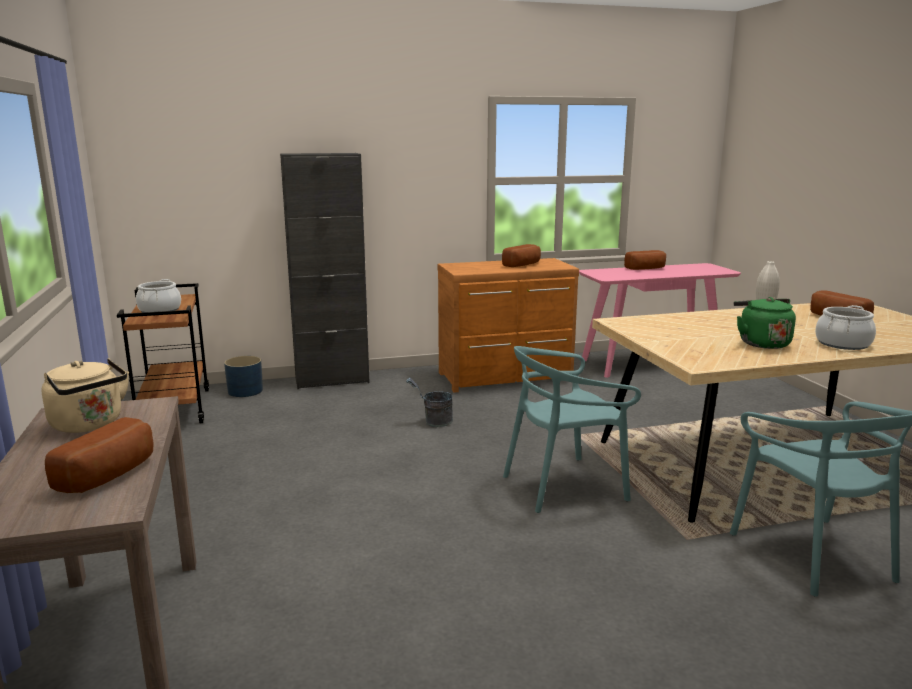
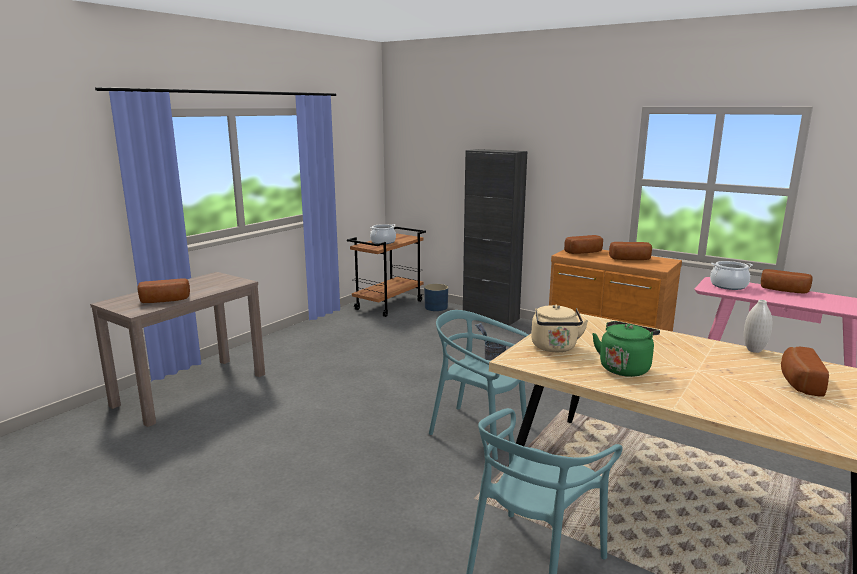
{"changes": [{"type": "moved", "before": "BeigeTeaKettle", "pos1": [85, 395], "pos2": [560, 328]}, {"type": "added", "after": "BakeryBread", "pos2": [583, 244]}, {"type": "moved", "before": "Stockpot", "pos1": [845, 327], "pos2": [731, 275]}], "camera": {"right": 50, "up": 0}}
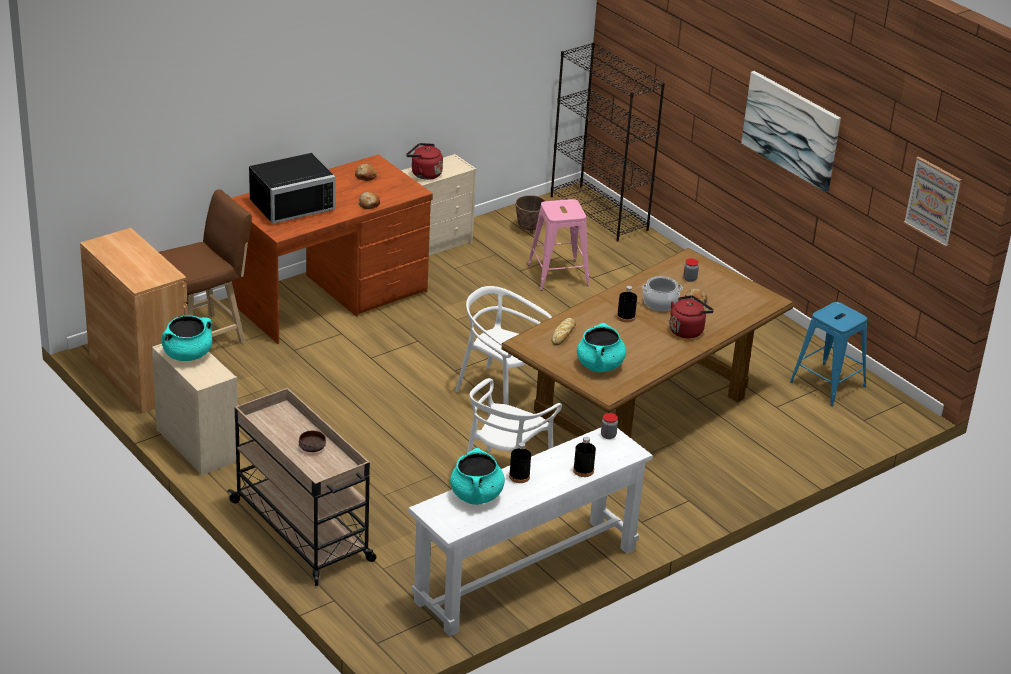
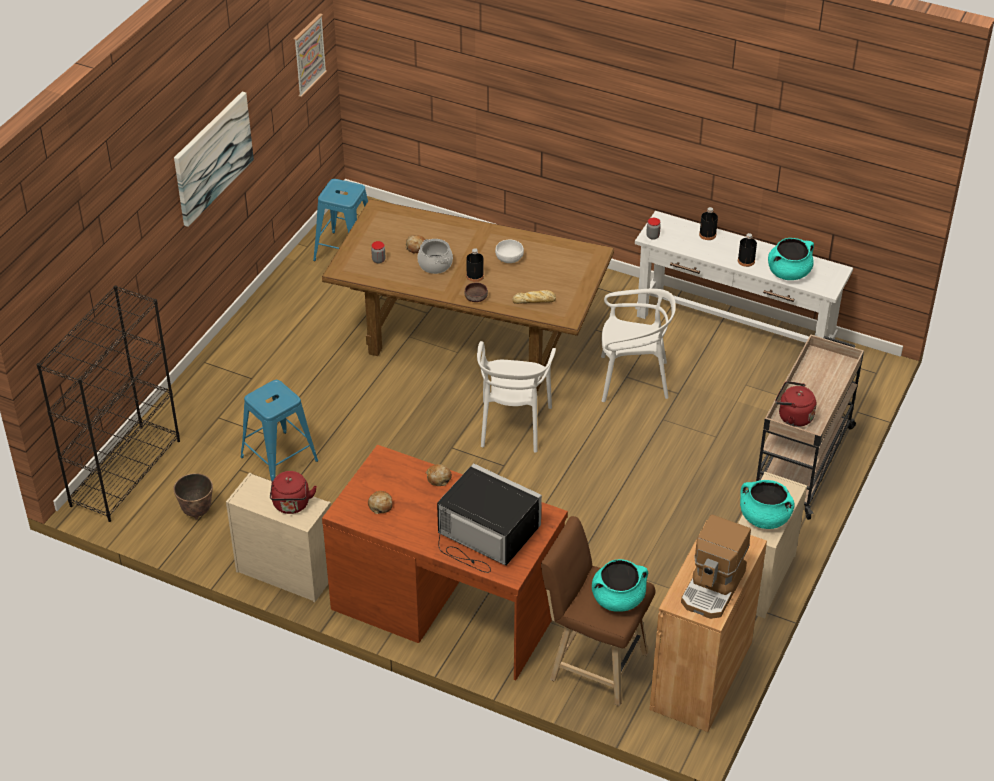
{"changes": [{"type": "recoloured", "before": "PinkishStool", "after": "BlueStool", "pos1": [559, 244], "pos2": [279, 430]}, {"type": "moved", "before": "BrownColouredServingBowl", "pos1": [312, 441], "pos2": [476, 292]}, {"type": "added", "after": "WhitishServingBowl", "pos2": [509, 251]}, {"type": "moved", "before": "BlueGreenStockpot", "pos1": [601, 347], "pos2": [620, 585]}, {"type": "added", "after": "CoffeeBrewer", "pos2": [716, 567]}, {"type": "moved", "before": "ReddishTeaKettle", "pos1": [692, 316], "pos2": [795, 404]}], "camera": {"right": -115, "up": 10}}
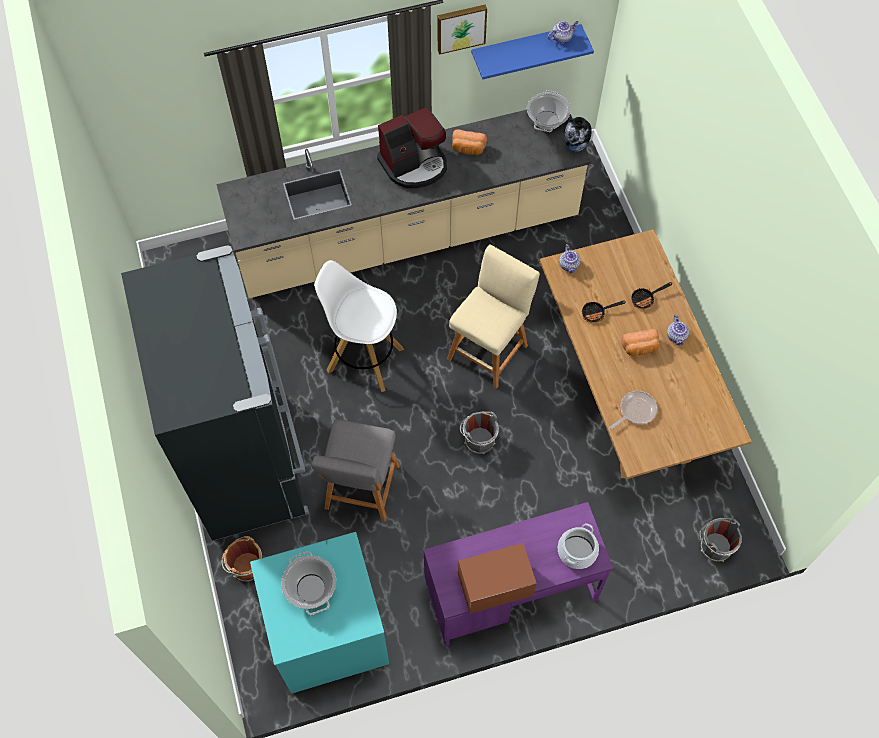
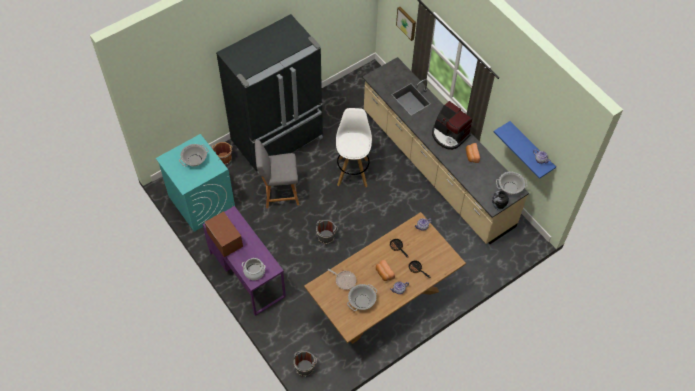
{"changes": [{"type": "added", "after": "Stockpot", "pos2": [362, 297]}, {"type": "moved", "before": "WallPicture", "pos1": [462, 30], "pos2": [406, 24]}, {"type": "removed", "before": "BeigeStool", "pos1": [493, 317]}], "camera": {"right": 70, "up": -5}}
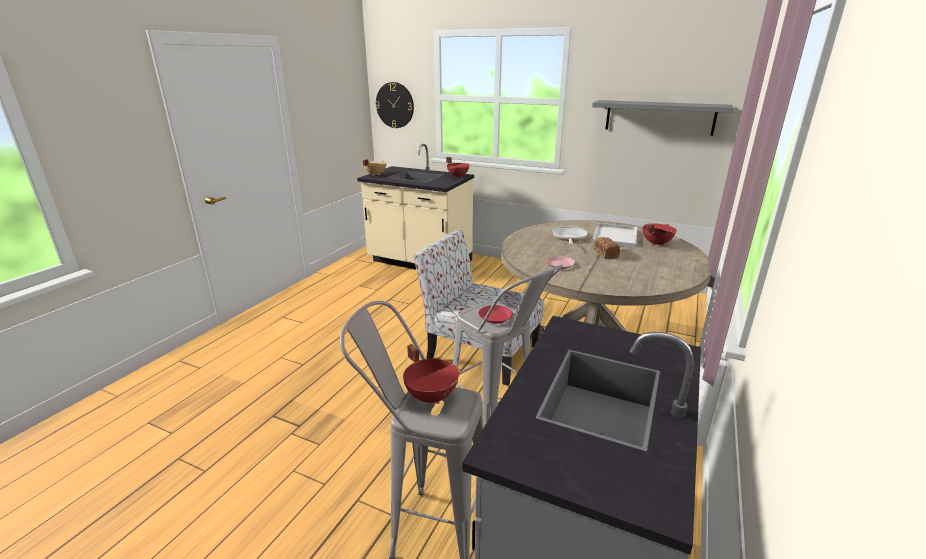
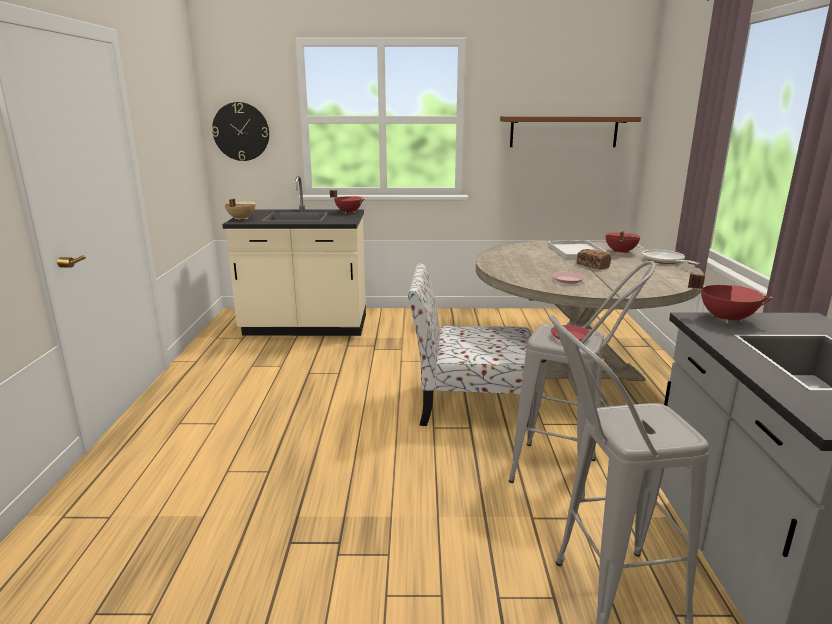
{"changes": [{"type": "recoloured", "before": "GrayShelf", "after": "BrownColouredShelf", "pos1": [662, 118], "pos2": [570, 131]}, {"type": "moved", "before": "FryingPan", "pos1": [569, 235], "pos2": [671, 257]}, {"type": "moved", "before": "ReddishStockpot", "pos1": [431, 374], "pos2": [730, 298]}], "camera": {"right": -25, "up": -5}}
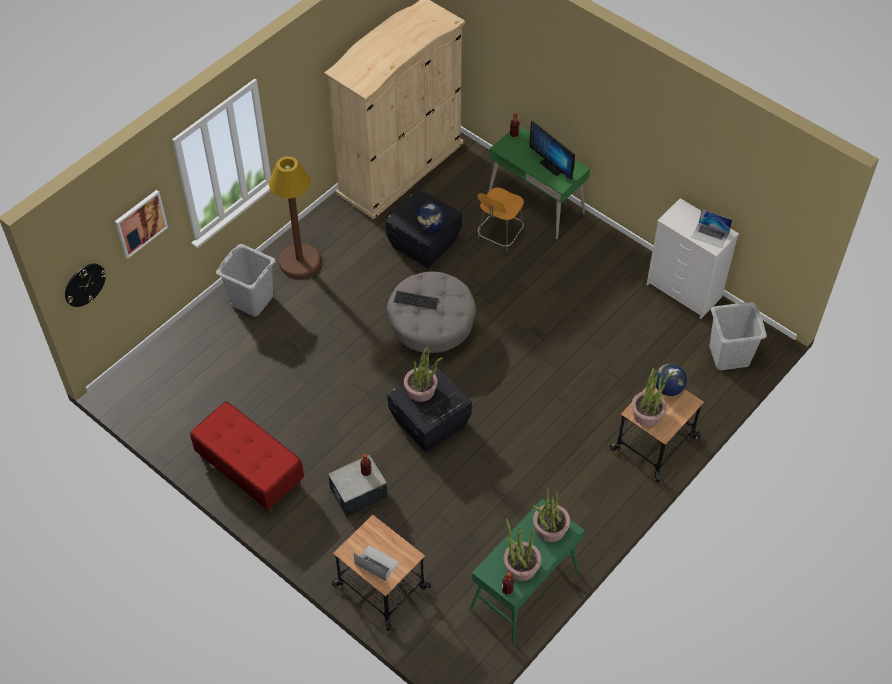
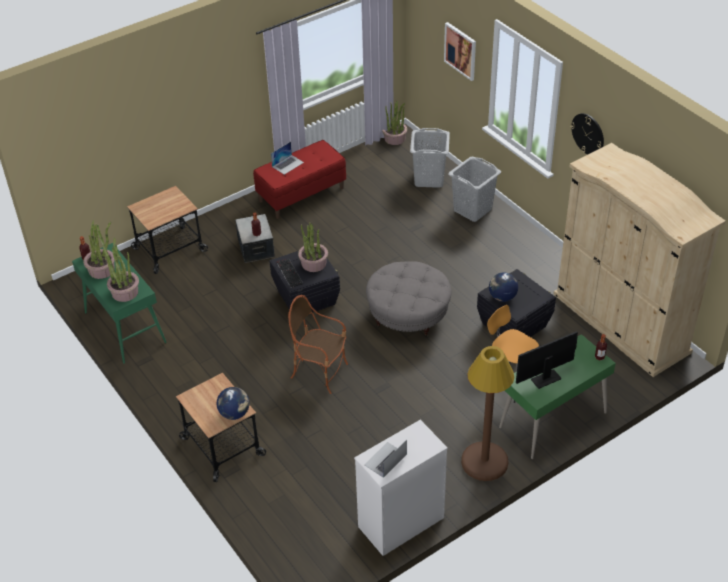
{"changes": [{"type": "moved", "before": "Laptop", "pos1": [376, 563], "pos2": [287, 158]}, {"type": "added", "after": "EasyChair", "pos2": [318, 344]}, {"type": "moved", "before": "PlantInAPot", "pos1": [653, 397], "pos2": [394, 123]}, {"type": "moved", "before": "GrayWashingBasket", "pos1": [738, 336], "pos2": [430, 158]}, {"type": "moved", "before": "BrownColouredStandingLamp", "pos1": [295, 217], "pos2": [487, 413]}, {"type": "moved", "before": "HangingClock", "pos1": [85, 285], "pos2": [587, 133]}, {"type": "removed", "before": "ComputerKeyboard", "pos1": [416, 300]}], "camera": {"right": 105, "up": -10}}
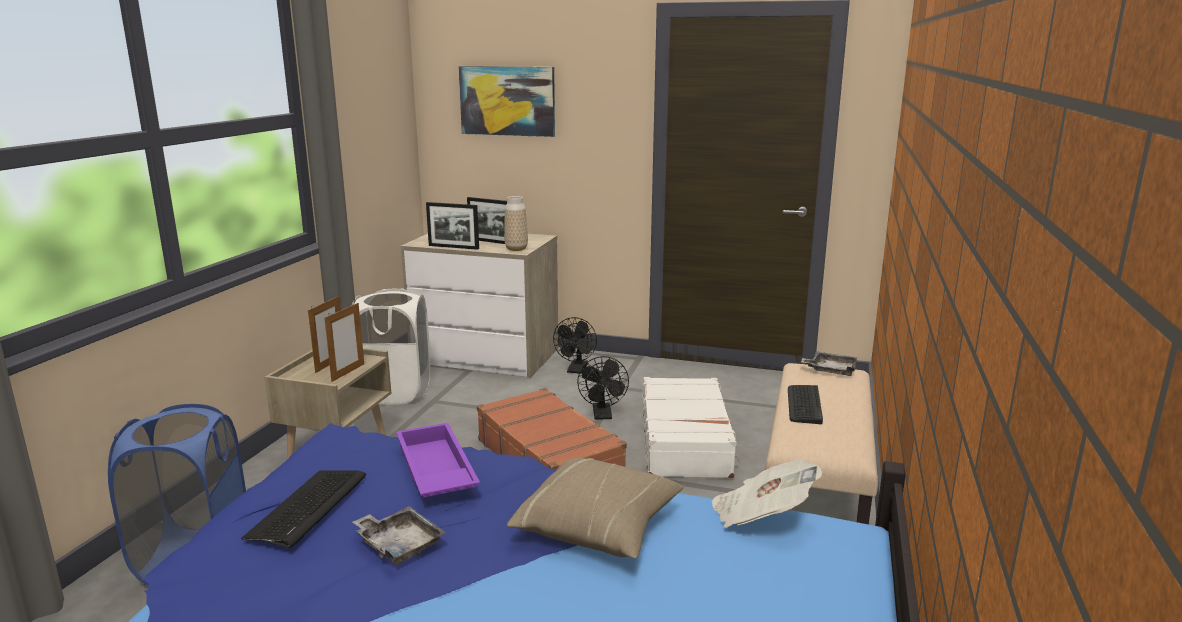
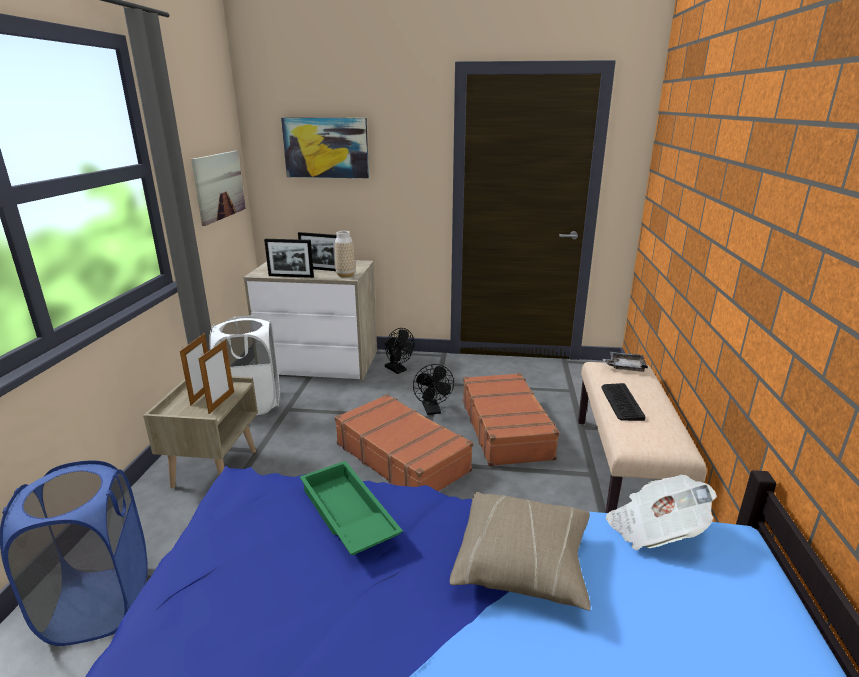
{"changes": [{"type": "added", "after": "WallPicture", "pos2": [218, 188]}, {"type": "recoloured", "before": "PurpleColouredServingTray", "after": "GreenServingTray", "pos1": [438, 460], "pos2": [351, 508]}, {"type": "turned", "before": "BlackishElectricFan", "pos1": [575, 345], "pos2": [399, 351], "turn": -45}, {"type": "recoloured", "before": "WhitishTravelCase", "after": "BrownColouredTravelCase", "pos1": [691, 427], "pos2": [511, 419]}, {"type": "removed", "before": "ComputerKeyboard", "pos1": [303, 509]}, {"type": "removed", "before": "GrayServingTray", "pos1": [399, 535]}], "camera": {"right": -10, "up": 5}}
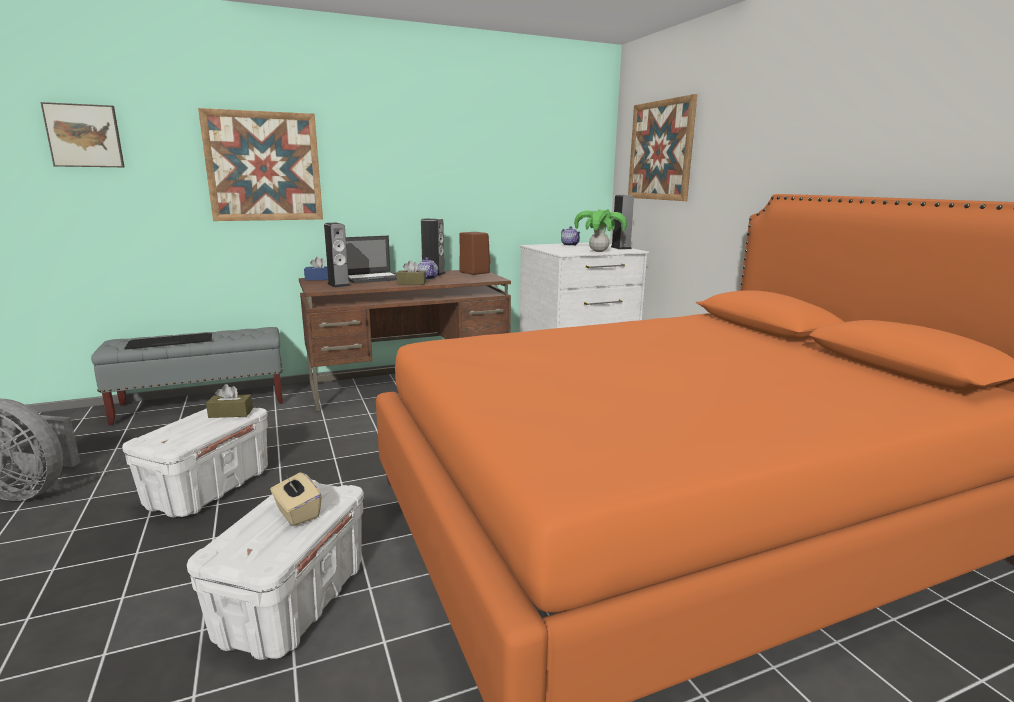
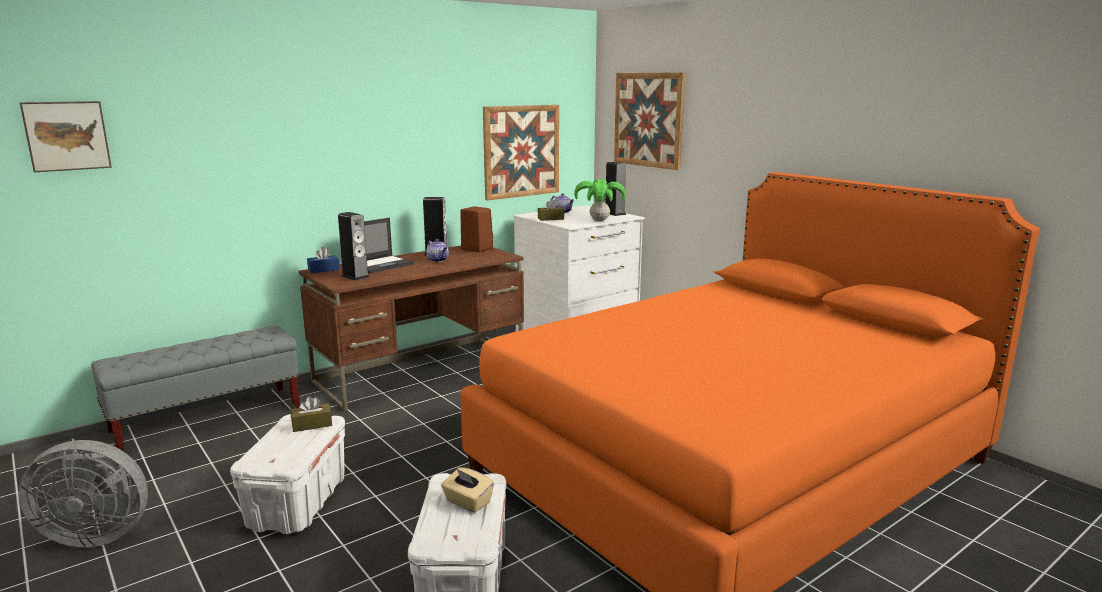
{"changes": [{"type": "moved", "before": "WallPicture", "pos1": [260, 164], "pos2": [521, 152]}, {"type": "moved", "before": "BrownColouredTissueHolder", "pos1": [411, 272], "pos2": [551, 209]}, {"type": "removed", "before": "ComputerKeyboard", "pos1": [168, 341]}], "camera": {"right": -15, "up": 0}}
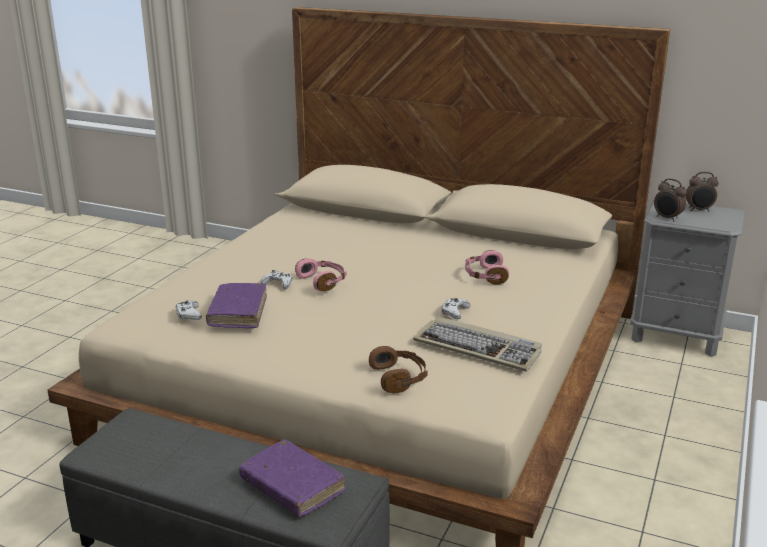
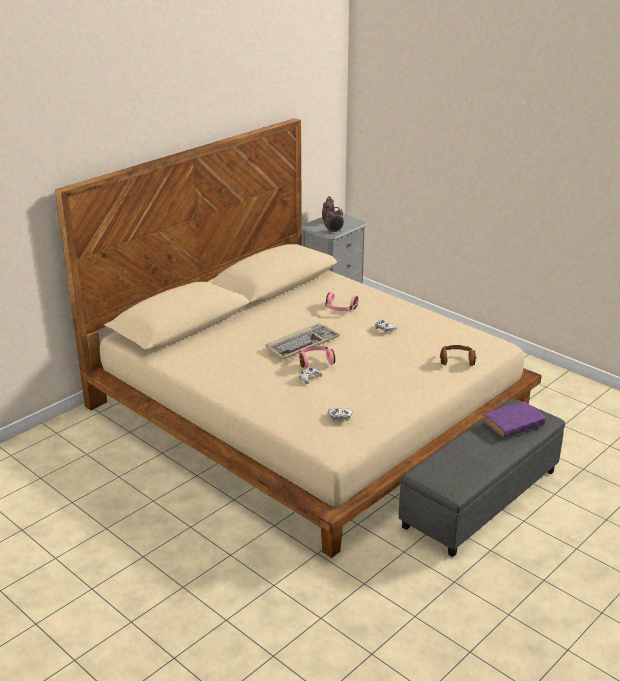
{"changes": [{"type": "moved", "before": "ComputerKeyboard", "pos1": [477, 344], "pos2": [303, 341]}, {"type": "removed", "before": "PurpleColouredBoundBook", "pos1": [236, 305]}], "camera": {"right": -70, "up": 5}}
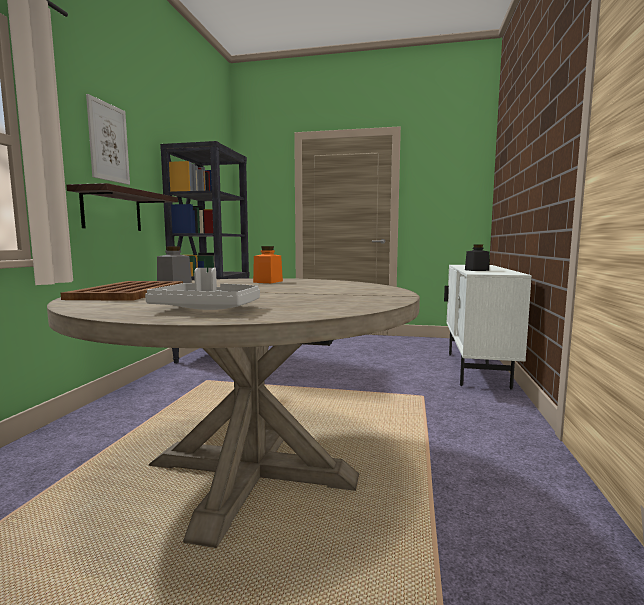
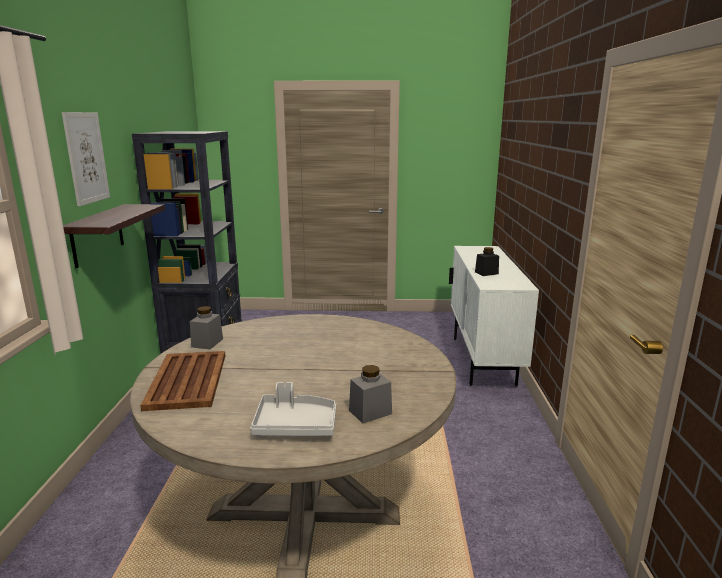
{"changes": [{"type": "added", "after": "GrayStorageJar", "pos2": [370, 394]}, {"type": "removed", "before": "OrangeStorageJar", "pos1": [268, 264]}], "camera": {"right": -10, "up": 10}}
